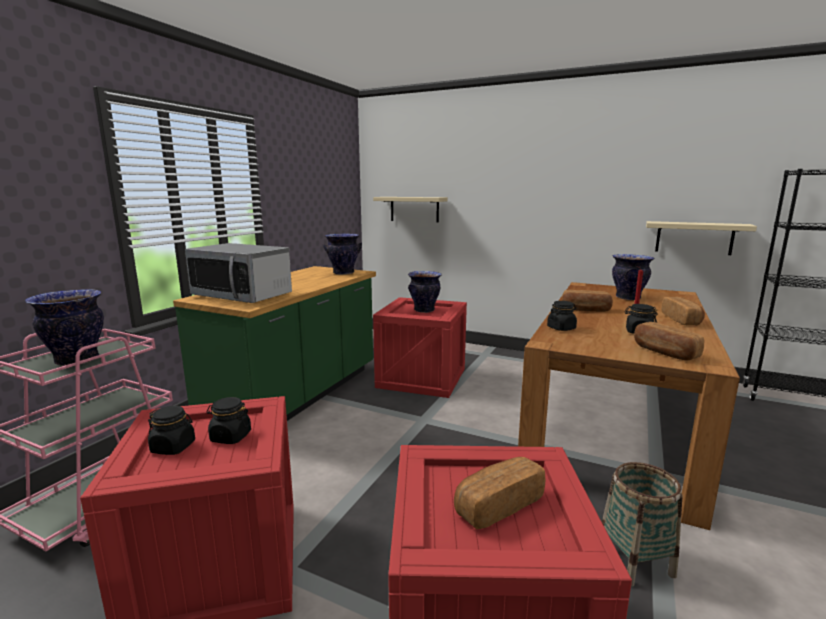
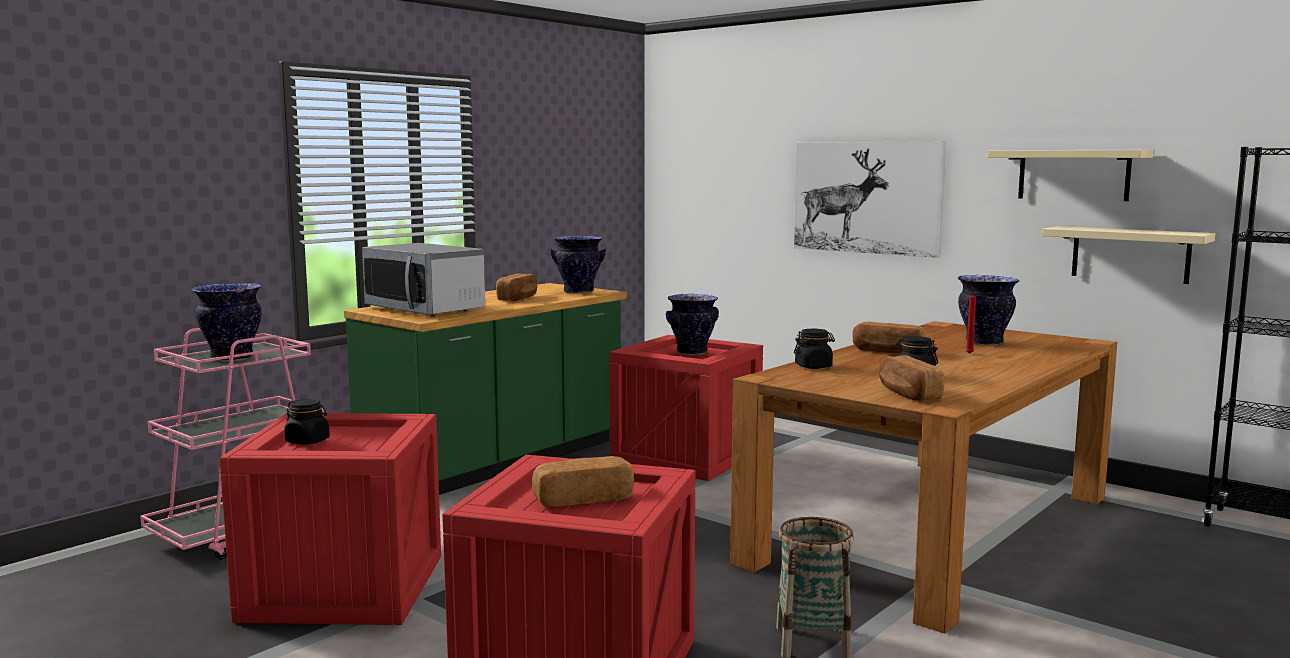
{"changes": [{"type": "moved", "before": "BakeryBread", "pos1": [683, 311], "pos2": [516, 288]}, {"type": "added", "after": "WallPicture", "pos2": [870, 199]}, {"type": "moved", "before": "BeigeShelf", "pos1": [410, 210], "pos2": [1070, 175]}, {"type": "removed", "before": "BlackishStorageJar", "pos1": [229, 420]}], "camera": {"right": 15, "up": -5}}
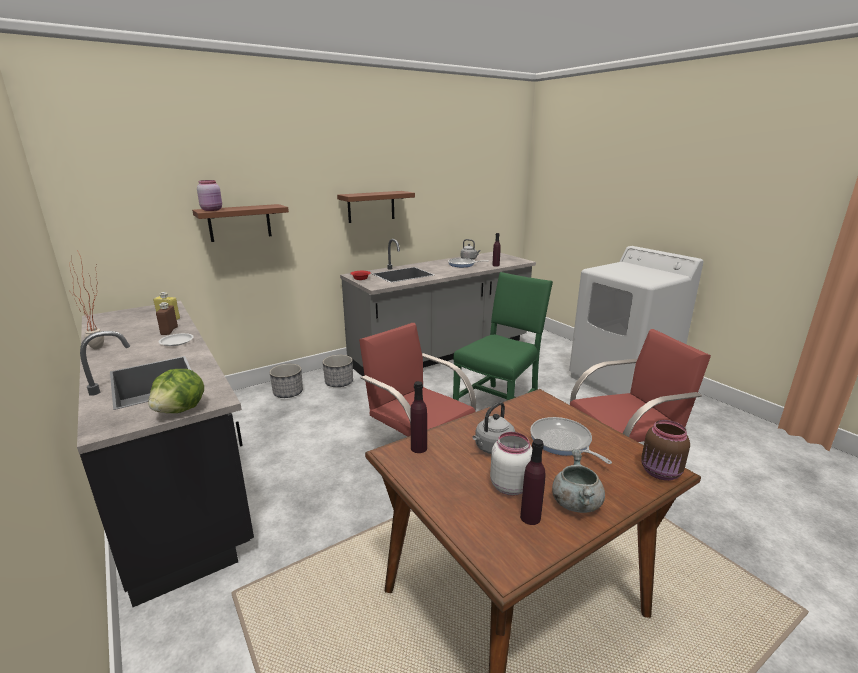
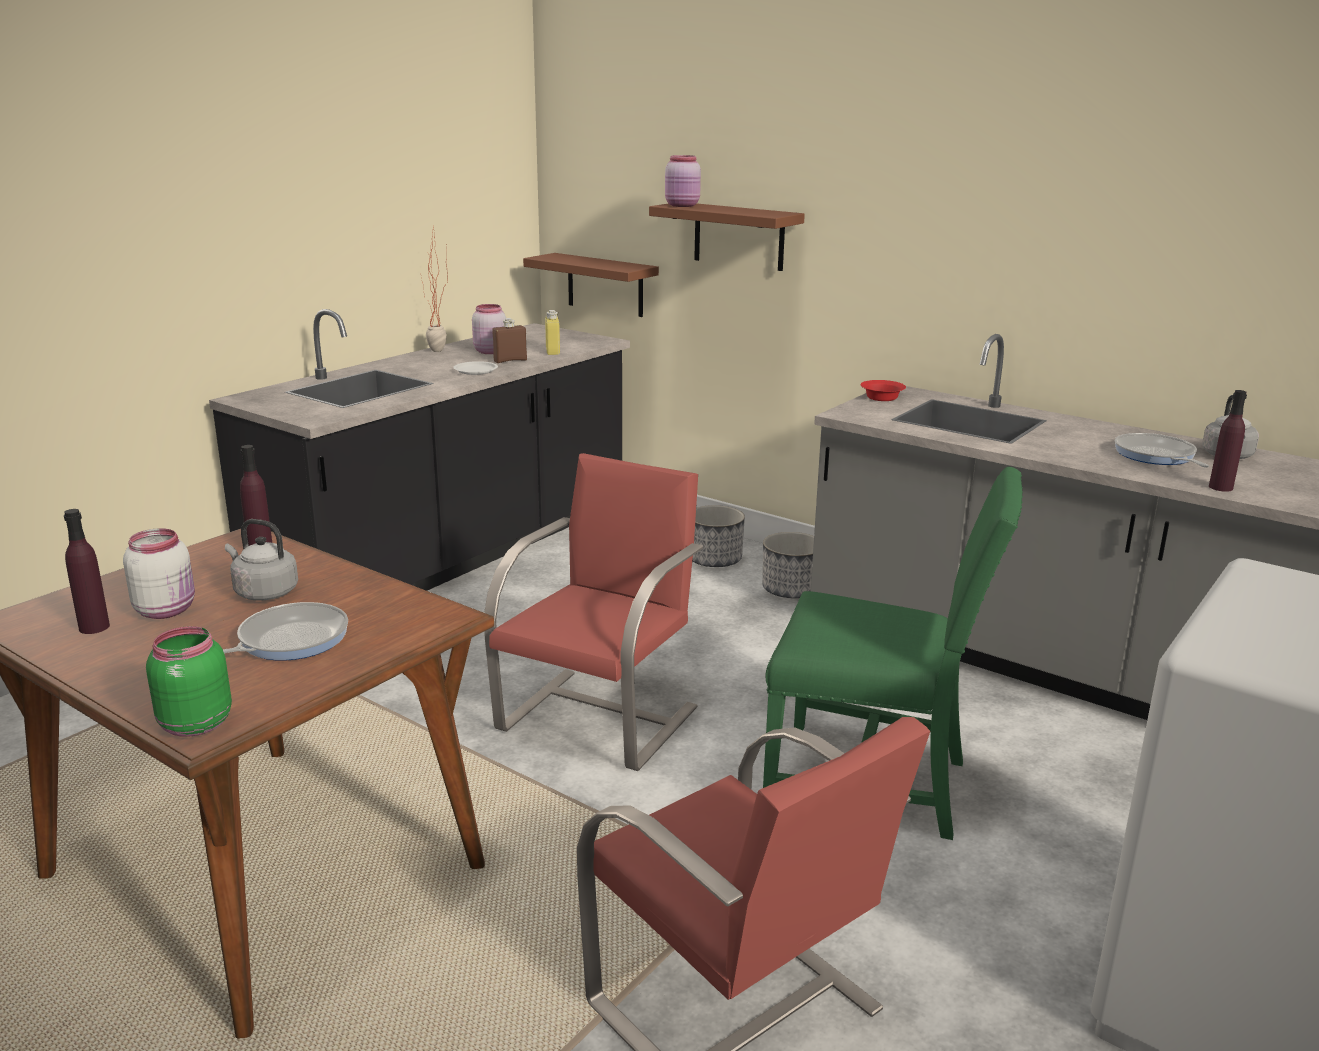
{"changes": [{"type": "recoloured", "before": "BrownColouredStorageJar", "after": "GreenStorageJar", "pos1": [665, 450], "pos2": [189, 681]}, {"type": "added", "after": "PinkishStorageJar", "pos2": [489, 329]}, {"type": "moved", "before": "BrownColouredShelf", "pos1": [376, 207], "pos2": [591, 285]}, {"type": "removed", "before": "LettuceHead", "pos1": [176, 391]}, {"type": "removed", "before": "GrayStockpot", "pos1": [578, 481]}], "camera": {"right": 70, "up": 0}}
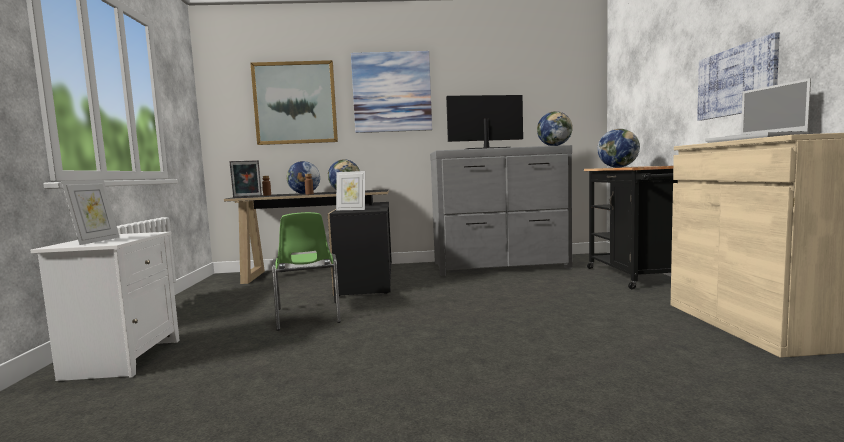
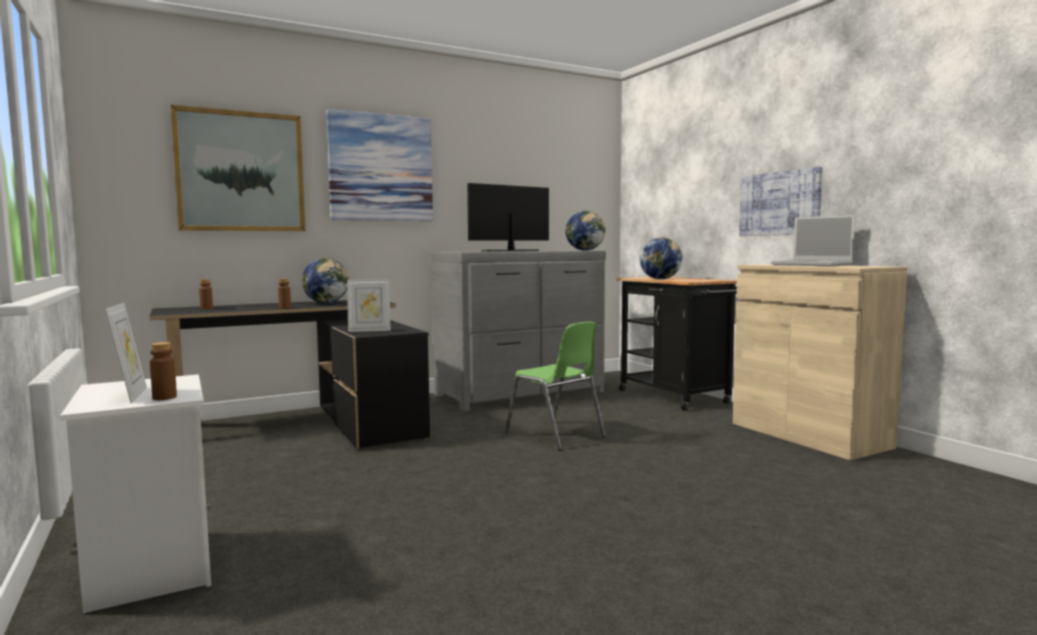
{"changes": [{"type": "added", "after": "BrownColouredBeverageBottle", "pos2": [163, 371]}, {"type": "moved", "before": "GreenUprightChair", "pos1": [306, 271], "pos2": [555, 386]}, {"type": "removed", "before": "PhotoFrame", "pos1": [245, 178]}, {"type": "removed", "before": "Globe", "pos1": [303, 177]}], "camera": {"right": -25, "up": 0}}
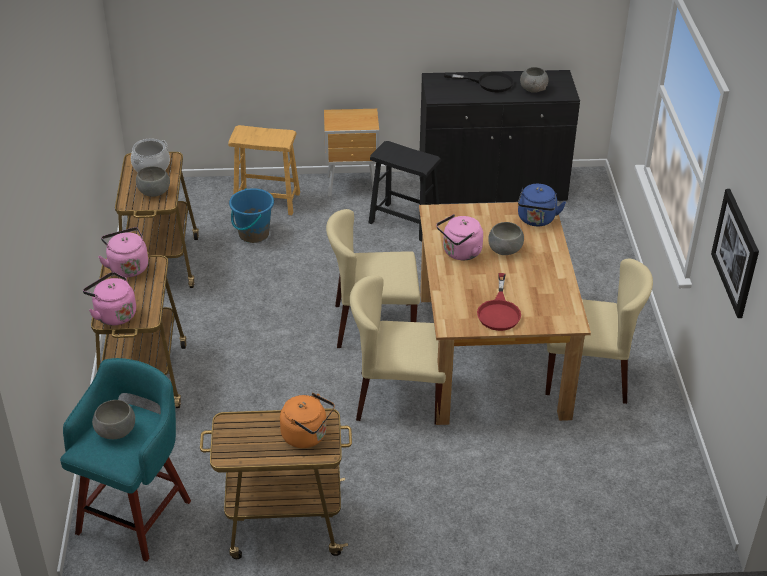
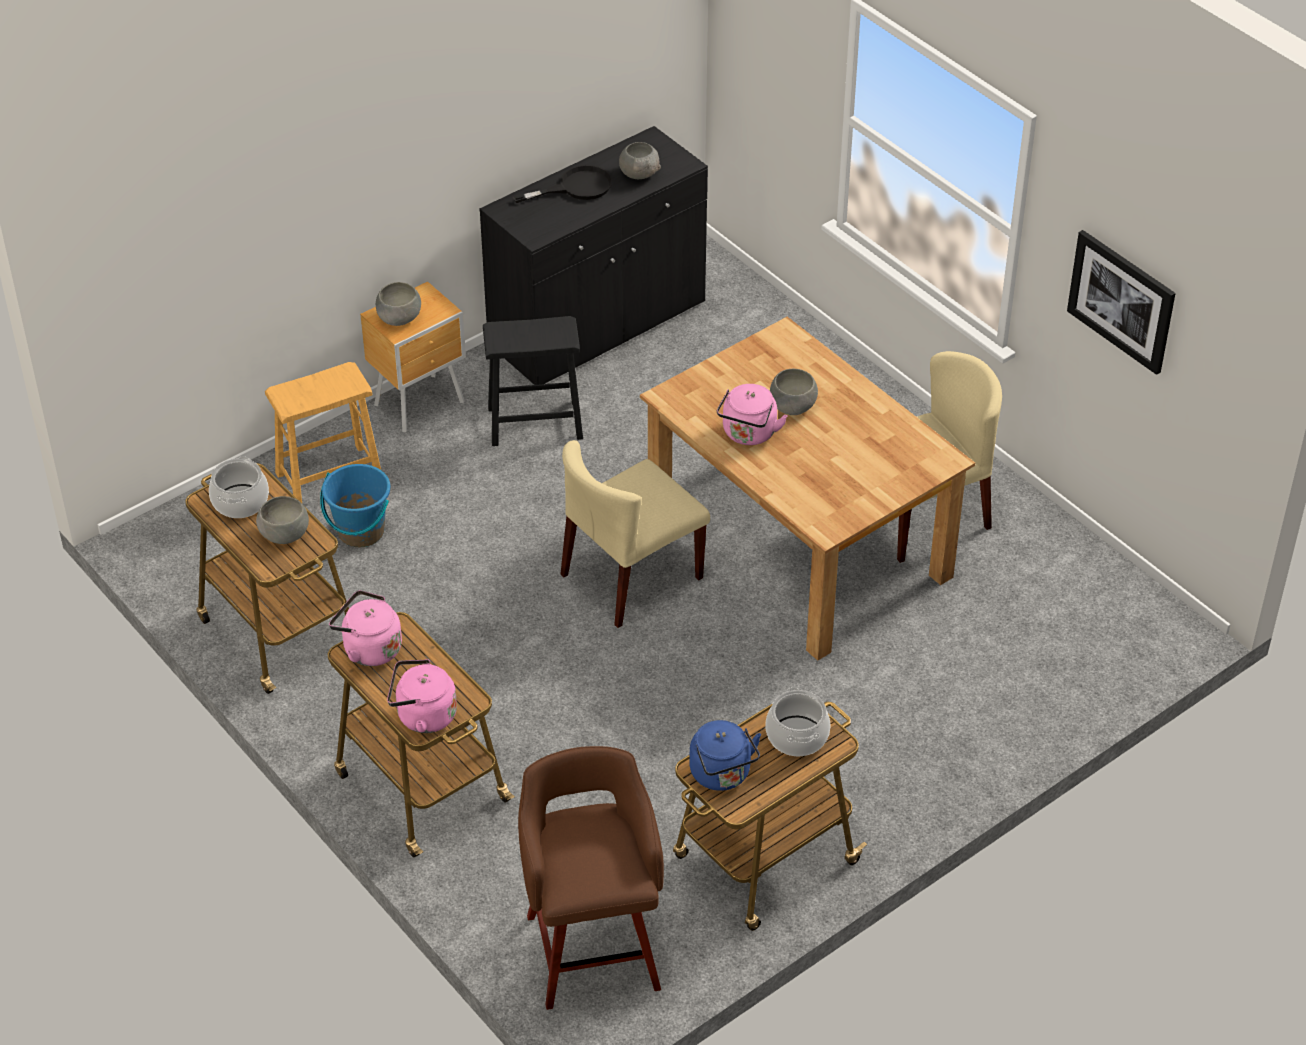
{"changes": [{"type": "moved", "before": "GrayServingBowl", "pos1": [113, 419], "pos2": [398, 304]}, {"type": "recoloured", "before": "BlueGreenStool", "after": "BrownColouredStool", "pos1": [125, 460], "pos2": [591, 878]}, {"type": "moved", "before": "BlueTeaKettle", "pos1": [542, 205], "pos2": [725, 755]}, {"type": "replaced", "before": "OrangeTeaKettle", "after": "Stockpot", "pos1": [307, 420], "pos2": [798, 721]}, {"type": "removed", "before": "BeigeUprightChair", "pos1": [398, 349]}, {"type": "removed", "before": "ReddishFryingPan", "pos1": [499, 302]}], "camera": {"right": -35, "up": 5}}
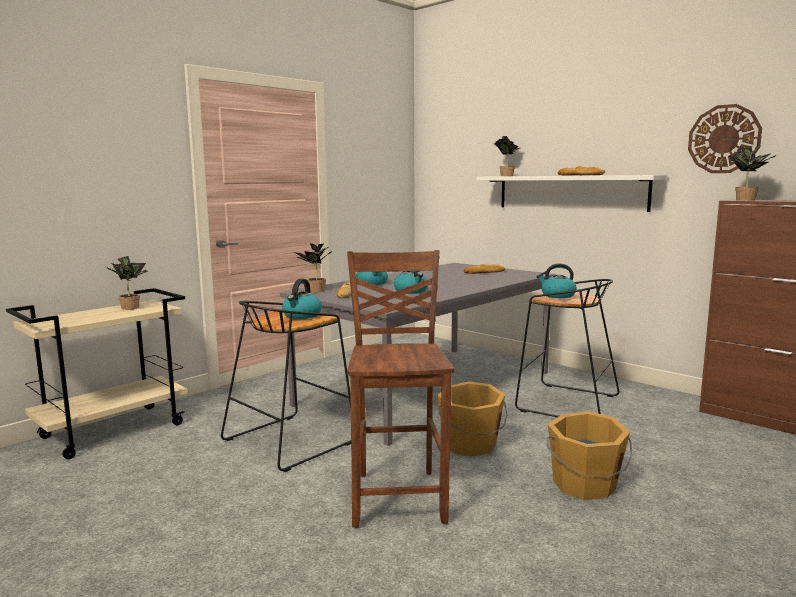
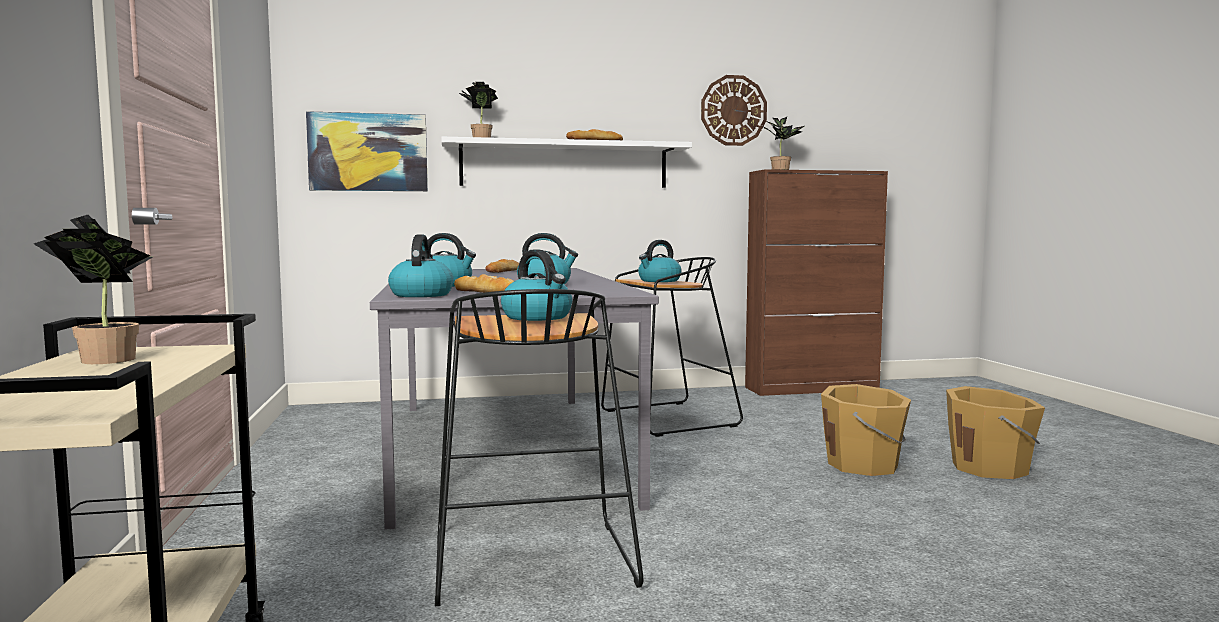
{"changes": [{"type": "added", "after": "WallPicture", "pos2": [367, 151]}, {"type": "replaced", "before": "PlantInAPot", "after": "TeaKettle", "pos1": [313, 267], "pos2": [420, 265]}, {"type": "moved", "before": "OrangePail", "pos1": [472, 419], "pos2": [995, 432]}, {"type": "removed", "before": "BrownColouredUprightChair", "pos1": [400, 389]}], "camera": {"right": -55, "up": -5}}
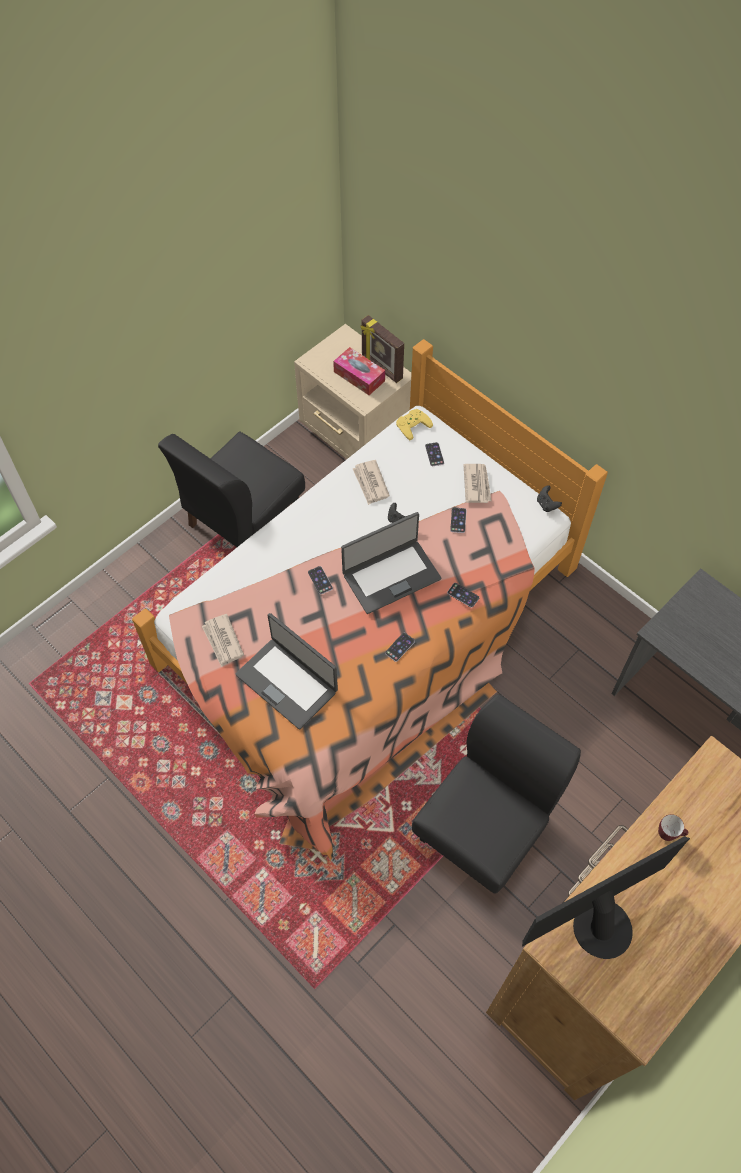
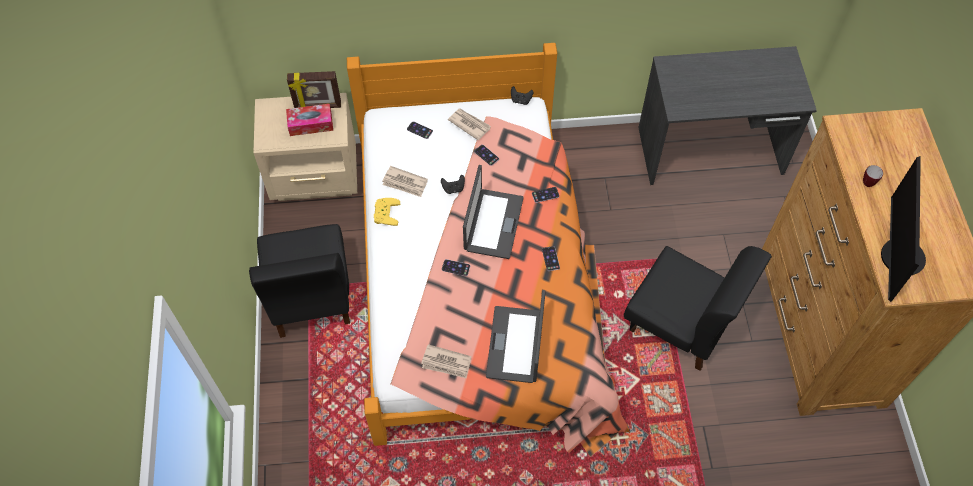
{"changes": [{"type": "moved", "before": "YellowishJoypad", "pos1": [414, 424], "pos2": [387, 212]}, {"type": "turned", "before": "Laptop", "pos1": [287, 671], "pos2": [515, 336], "turn": 105}, {"type": "turned", "before": "BlackishUprightChair", "pos1": [496, 794], "pos2": [698, 308], "turn": 135}], "camera": {"right": -50, "up": 0}}
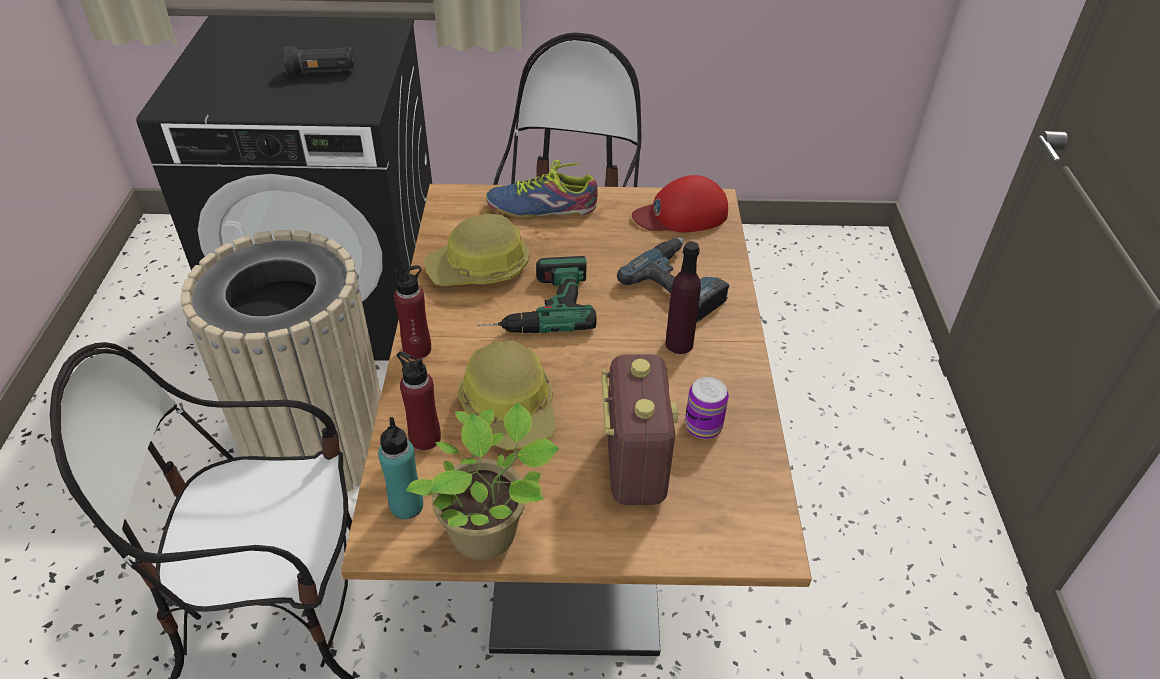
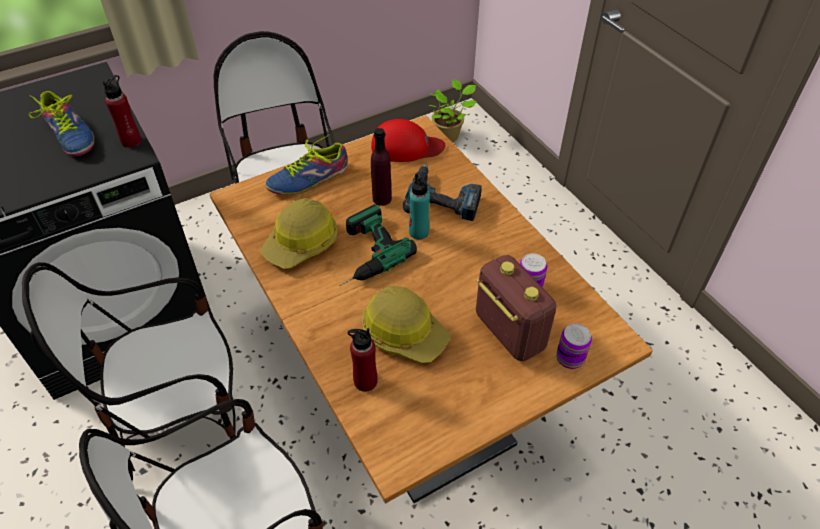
{"changes": [{"type": "replaced", "before": "BeigeTrashCan", "after": "UprightChair", "pos1": [281, 361], "pos2": [129, 371]}, {"type": "replaced", "before": "BlackishTorch", "after": "LowShoe", "pos1": [318, 61], "pos2": [61, 123]}, {"type": "moved", "before": "ReddishBeverageBottle", "pos1": [412, 312], "pos2": [121, 111]}, {"type": "turned", "before": "ReddishBaseballCap", "pos1": [680, 203], "pos2": [408, 140], "turn": -135}, {"type": "moved", "before": "PurpleColouredBeverageBottle", "pos1": [683, 297], "pos2": [381, 167]}, {"type": "moved", "before": "BlueGreenBeverageBottle", "pos1": [400, 468], "pos2": [419, 206]}, {"type": "moved", "before": "PlantInAPot", "pos1": [482, 481], "pos2": [453, 110]}, {"type": "added", "after": "Can", "pos2": [574, 346]}], "camera": {"right": -30, "up": 5}}
